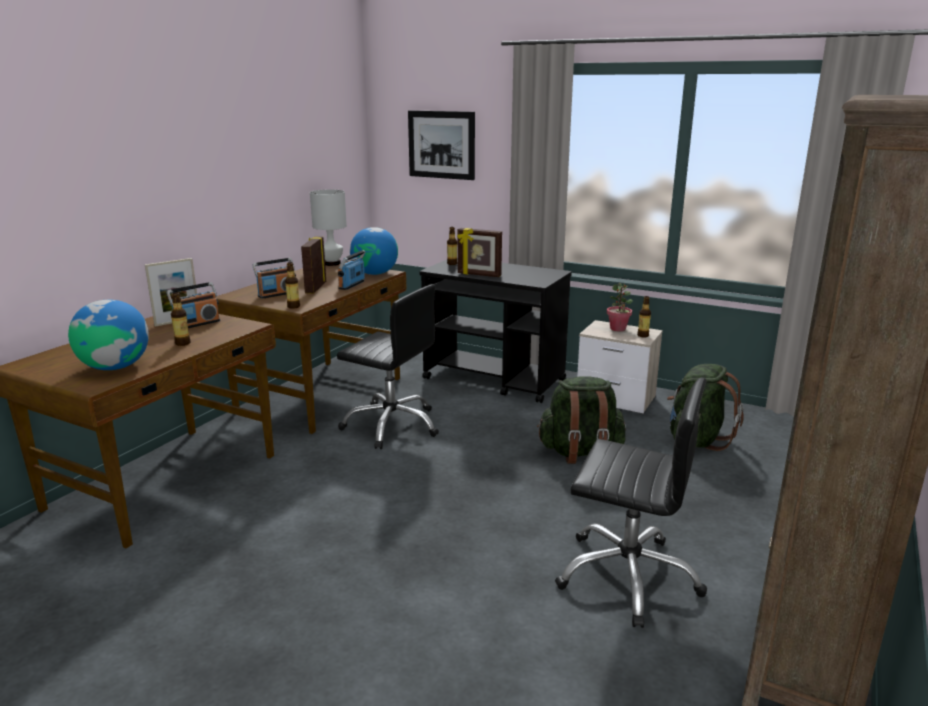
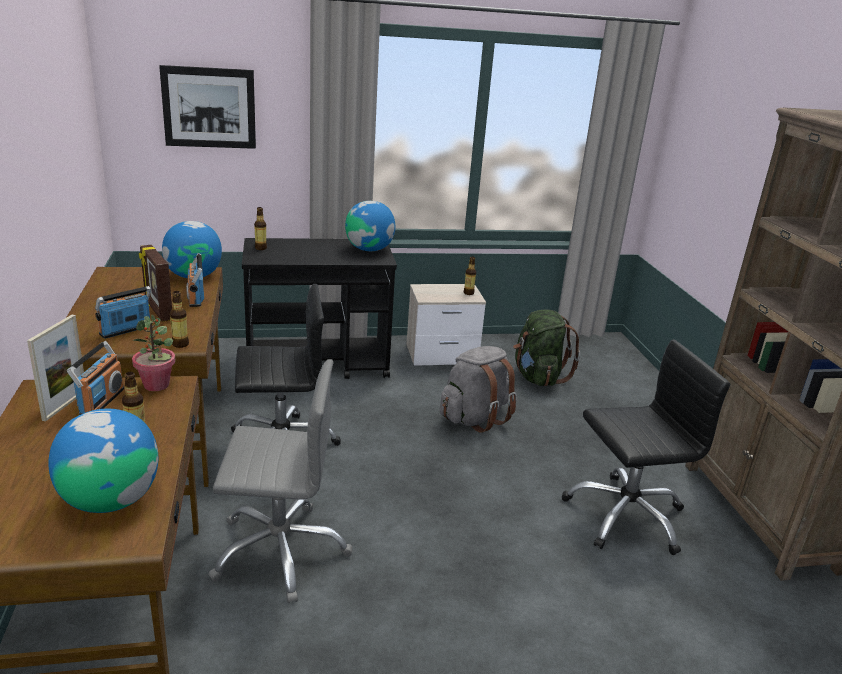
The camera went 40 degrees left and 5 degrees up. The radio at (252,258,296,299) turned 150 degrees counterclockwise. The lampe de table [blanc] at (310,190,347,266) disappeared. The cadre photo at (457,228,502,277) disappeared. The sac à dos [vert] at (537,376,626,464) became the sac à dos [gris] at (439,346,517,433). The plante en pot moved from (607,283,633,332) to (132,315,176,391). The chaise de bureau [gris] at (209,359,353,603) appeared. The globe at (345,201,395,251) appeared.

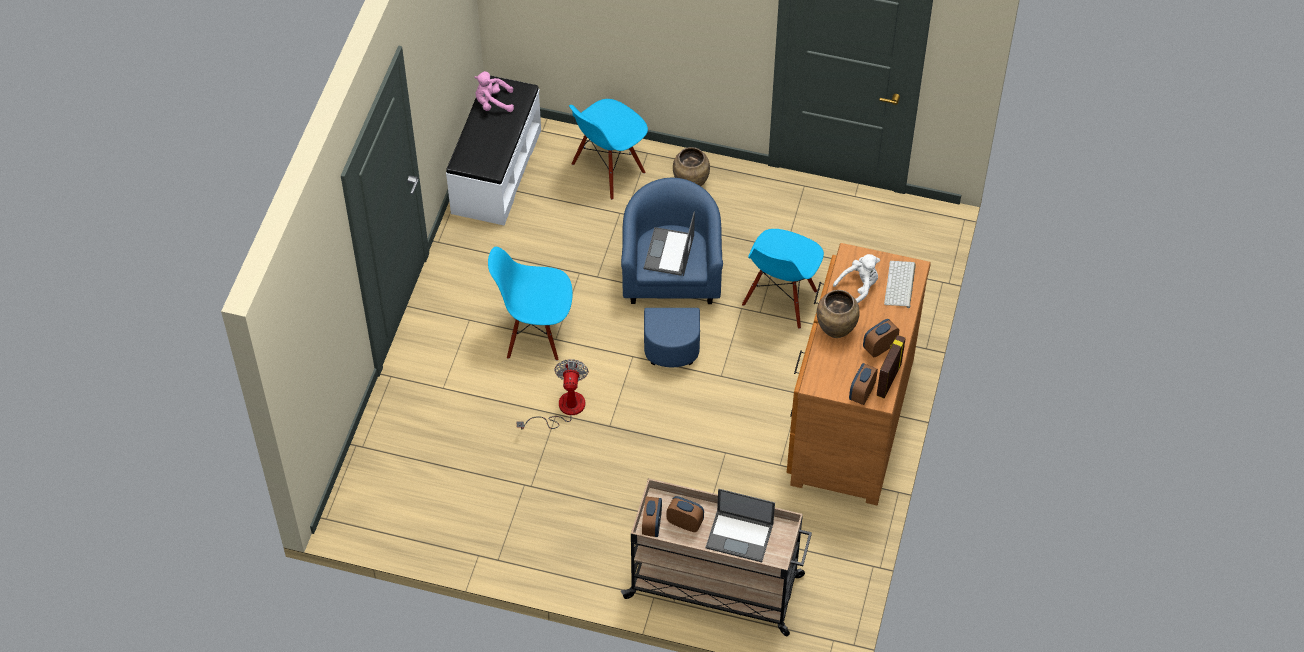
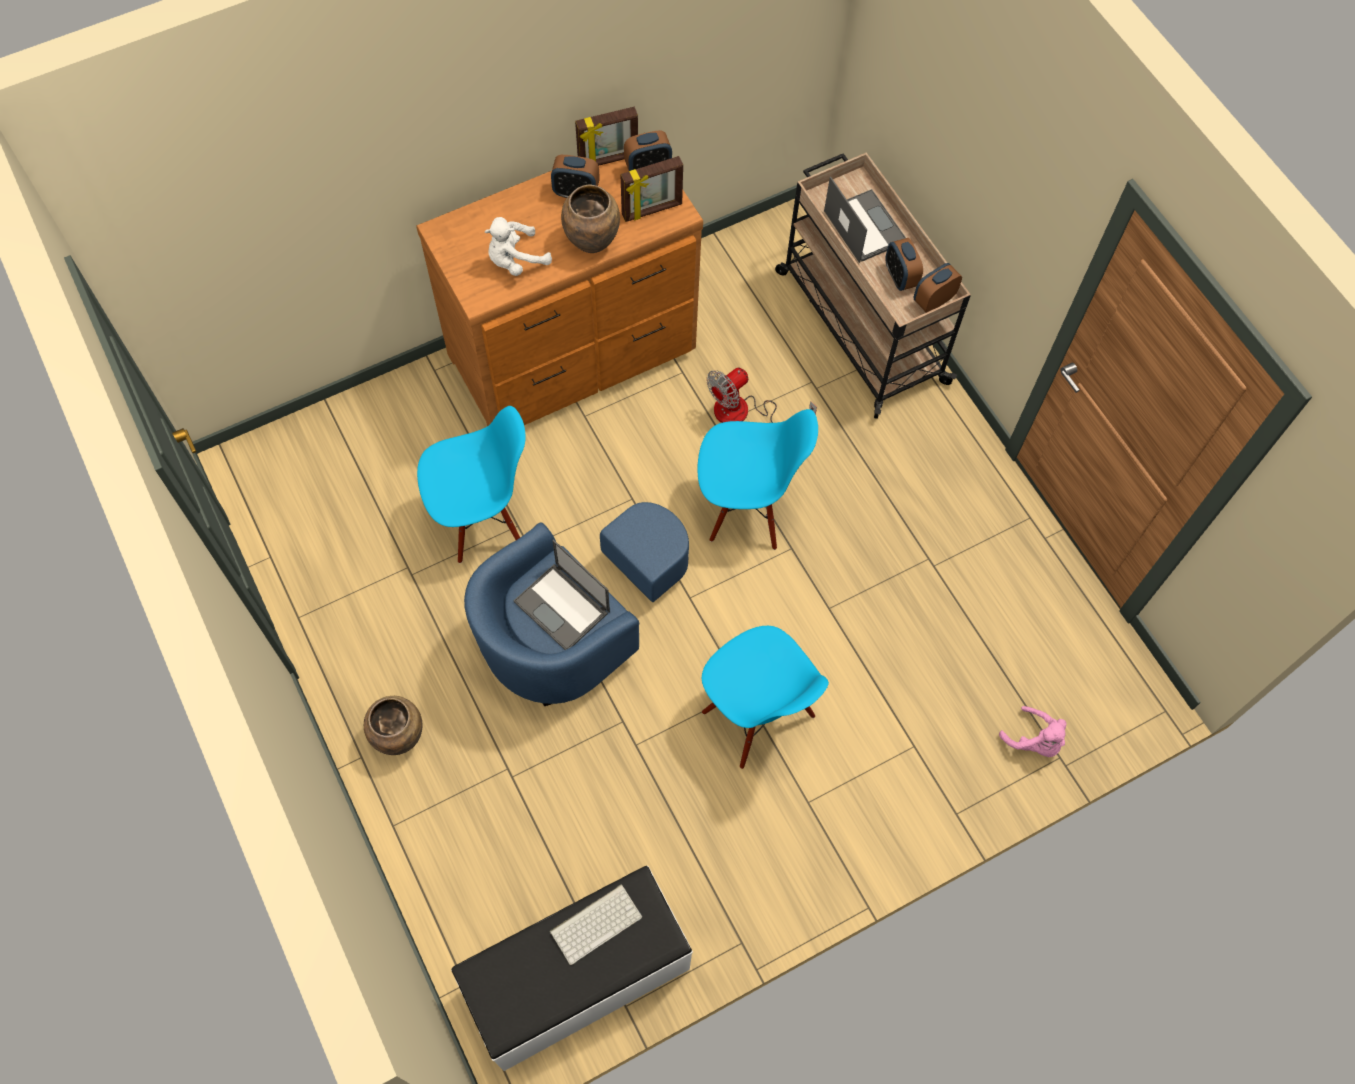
The camera went 135 degrees left and 10 degrees up. The peluche [rose] moved from (474,71,514,112) to (999,706,1067,757). The ventilateur moved from (516,359,589,430) to (707,368,817,423). The chaise [bleu] moved from (569,99,648,200) to (697,409,818,550). The ordinateur portable at (644,212,695,276) turned 75 degrees clockwise. The peluche [blanc] at (833,254,880,303) turned 45 degrees counterclockwise. The clavier moved from (884,261,916,308) to (550,885,642,965). The cadre photo at (620,156,683,222) appeared.

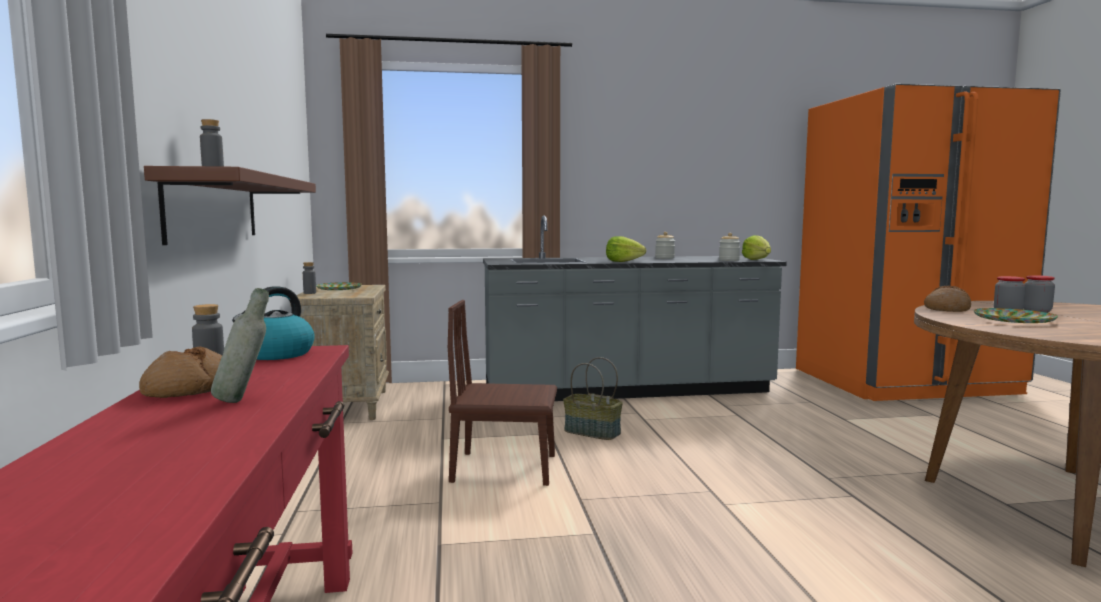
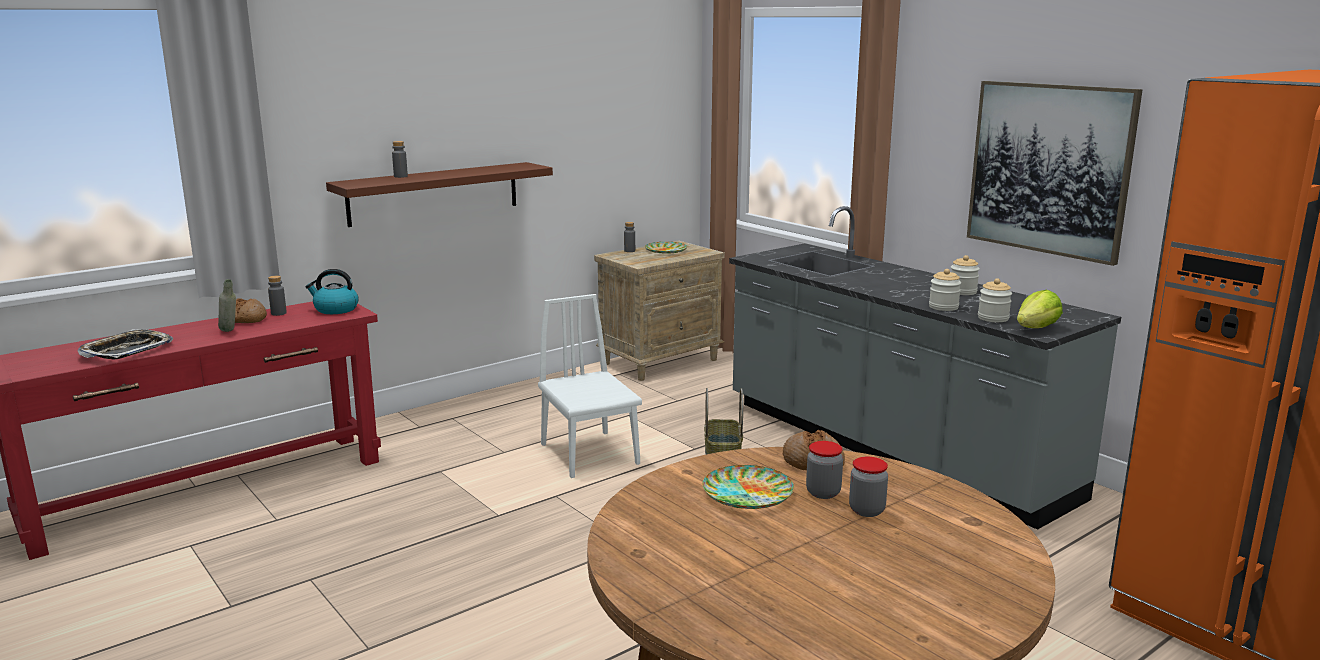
The camera went 60 degrees right and 10 degrees up. The chaise [marron] at (448,300,557,486) became the chaise [blanc] at (538,294,642,478). The laitue at (606,236,646,262) disappeared. The plateau at (77,329,173,359) appeared. The bocal at (929,269,961,311) appeared. The tableau at (967,81,1142,266) appeared.

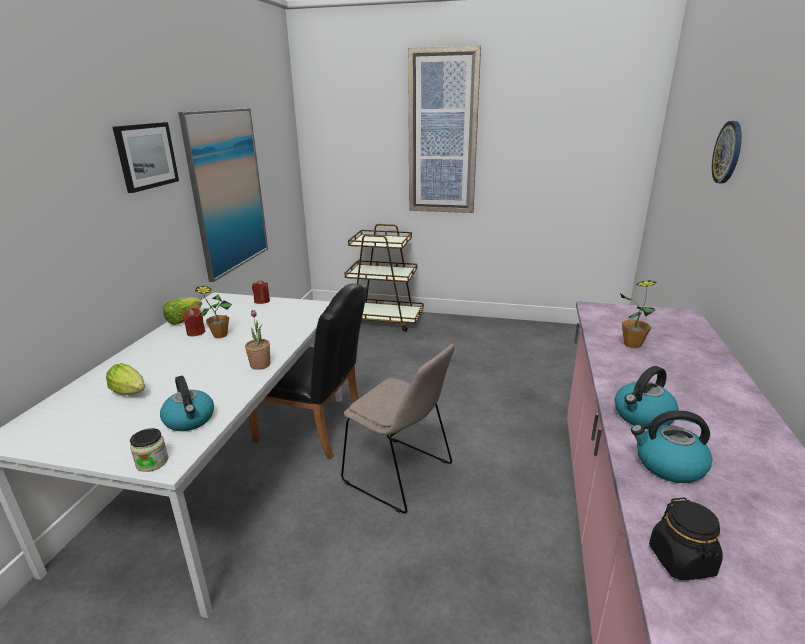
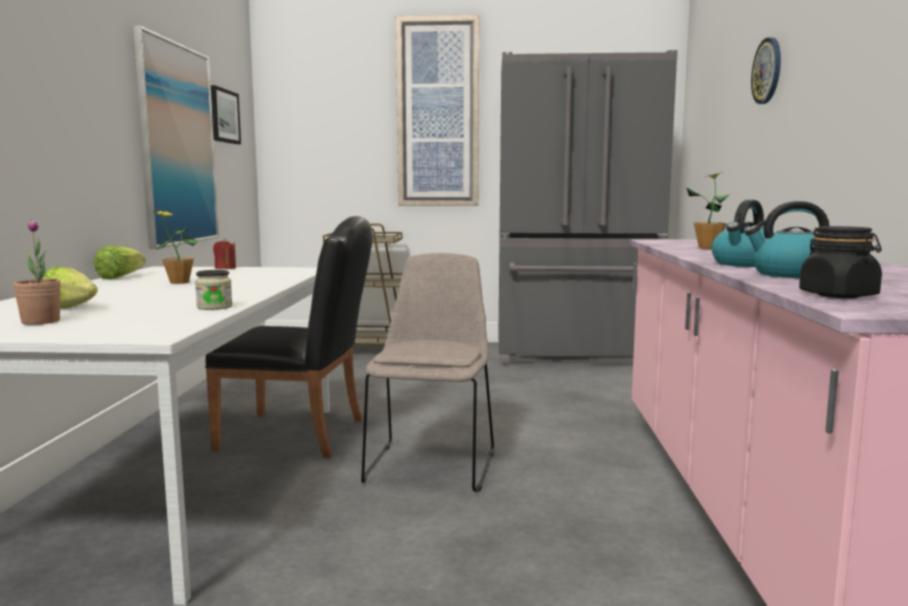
The camera went 10 degrees left and 15 degrees down. The tableau moved from (113,122,179,193) to (211,85,241,144). The bocal moved from (130,428,168,472) to (195,270,232,310). The bouilloire at (160,376,214,431) disappeared. The bougie [rouge] at (182,308,205,336) disappeared. The plante en pot moved from (245,310,270,370) to (13,219,61,325). The chaise [beige] at (341,344,455,513) turned 105 degrees counterclockwise. The réfrigérateur [gris] at (498,50,677,364) appeared.

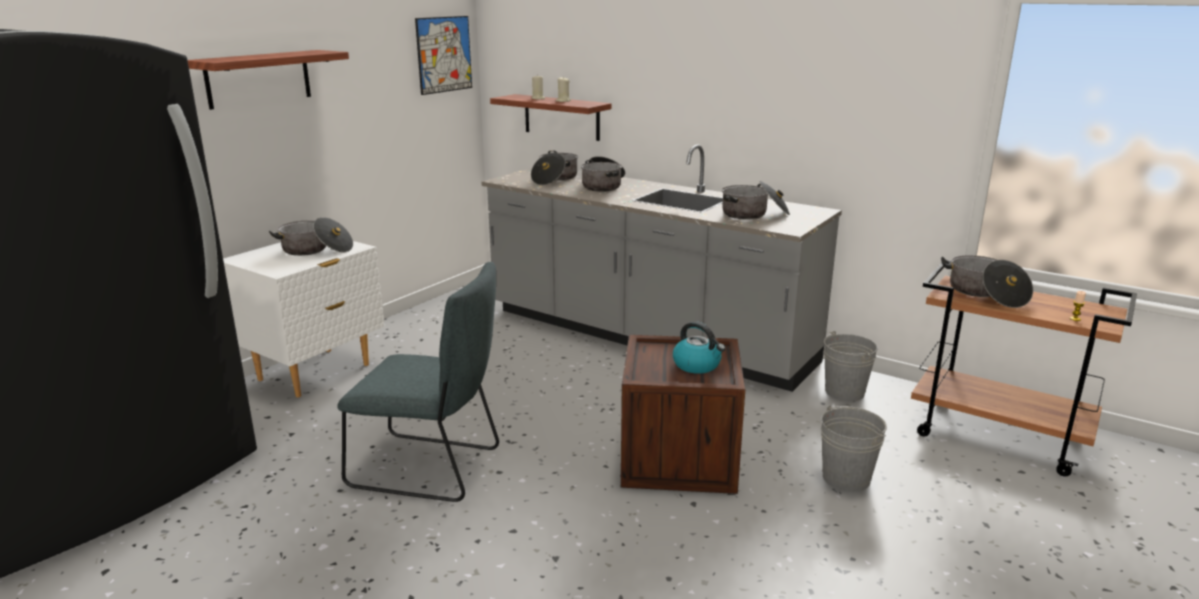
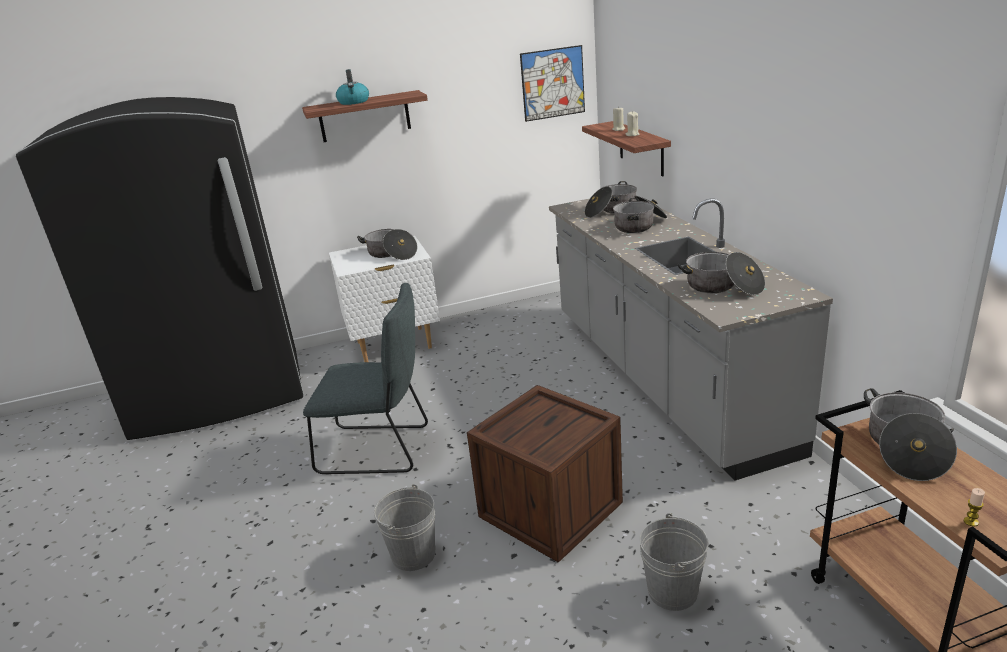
The camera went 40 degrees right and 5 degrees up. The chaise [gris] at (337,262,499,502) turned 45 degrees counterclockwise. The bouilloire moved from (673,321,725,374) to (336,69,369,105). The seau [gris] moved from (824,331,878,401) to (374,484,436,571).

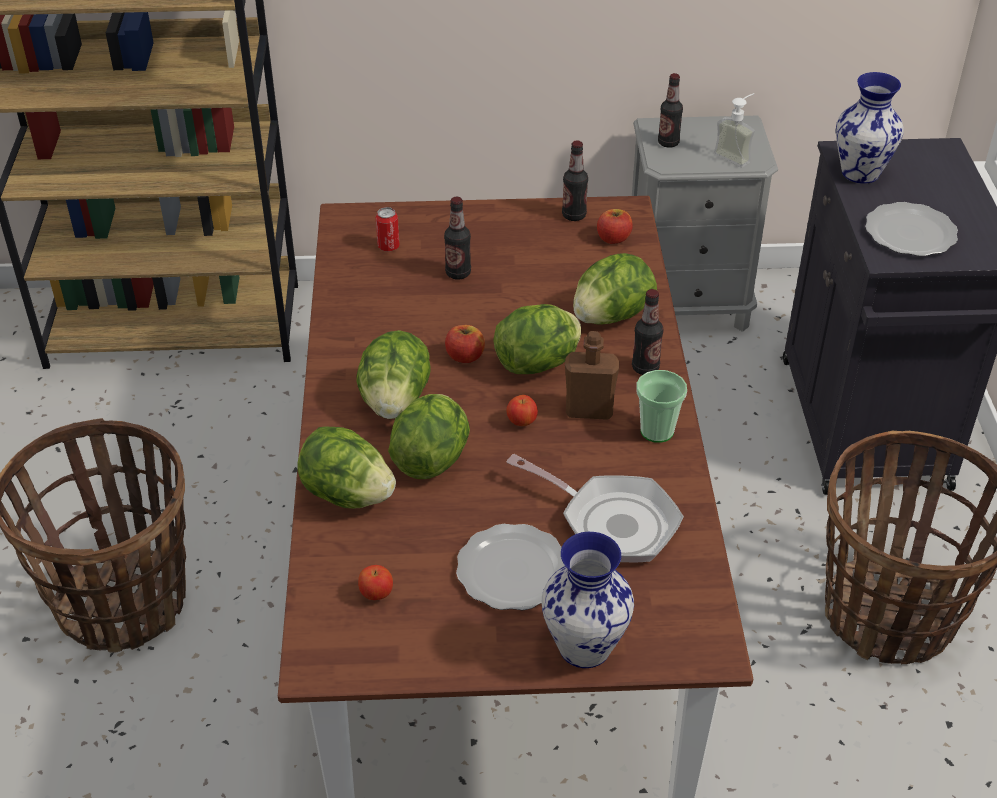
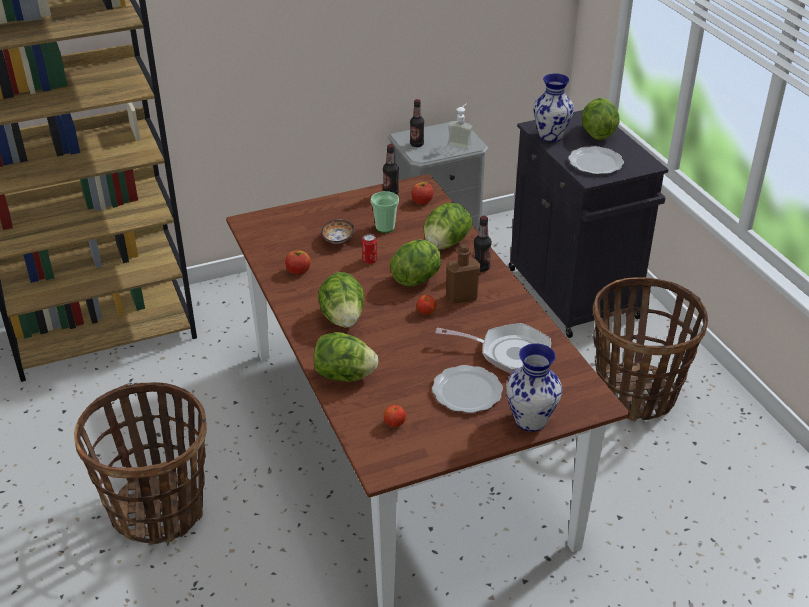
The camera went 20 degrees left and 5 degrees down. The boîte métallique moved from (376,207,399,251) to (362,234,377,264). The laitue moved from (388,394,470,479) to (582,98,620,140). The bouteille at (444,197,471,280) was replaced by the bol at (321,220,354,244). The pomme moved from (445,325,485,363) to (285,251,310,275). The tasse moved from (636,370,687,443) to (371,191,399,233).

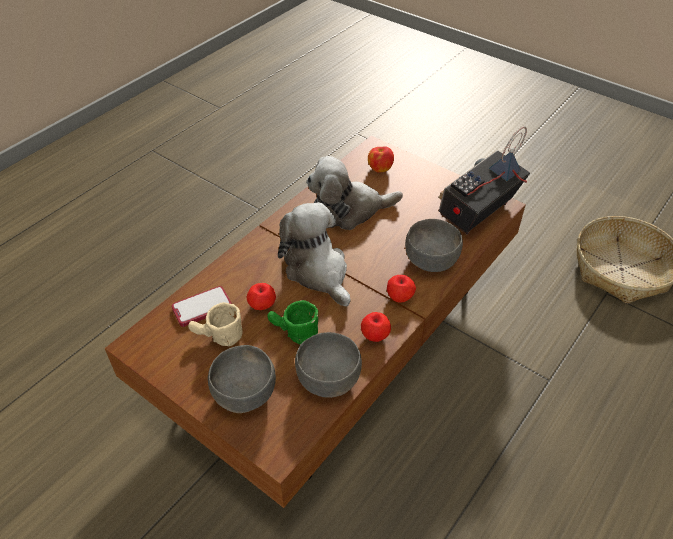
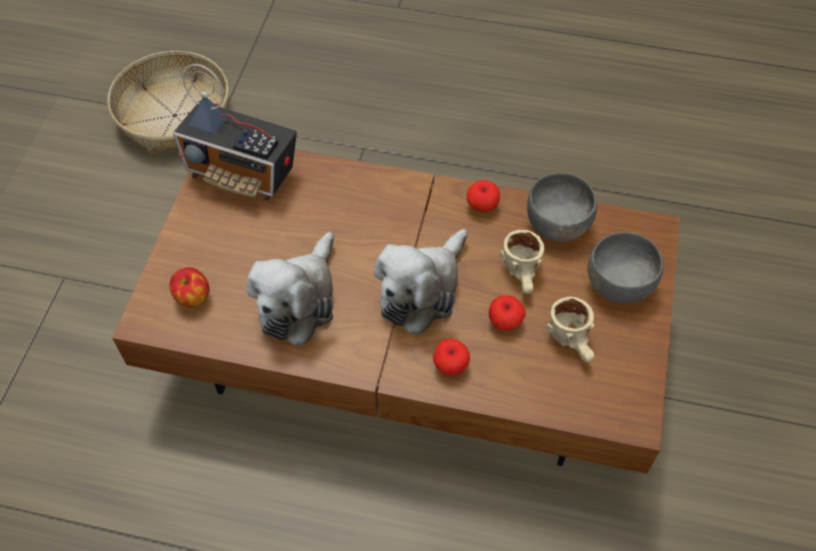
The camera went 115 degrees left and 10 degrees up. The téléphone at (172,286,232,327) disappeared. The mug [vert] at (267,300,318,345) became the mug [beige] at (500,230,544,294). The peluche at (306,156,403,230) turned 60 degrees clockwise. The pomme moved from (387,275,416,303) to (433,339,470,376). The bol [gris] at (405,219,463,272) disappeared.

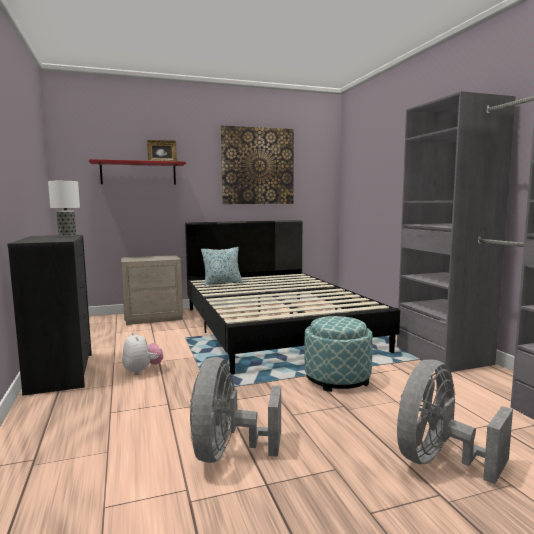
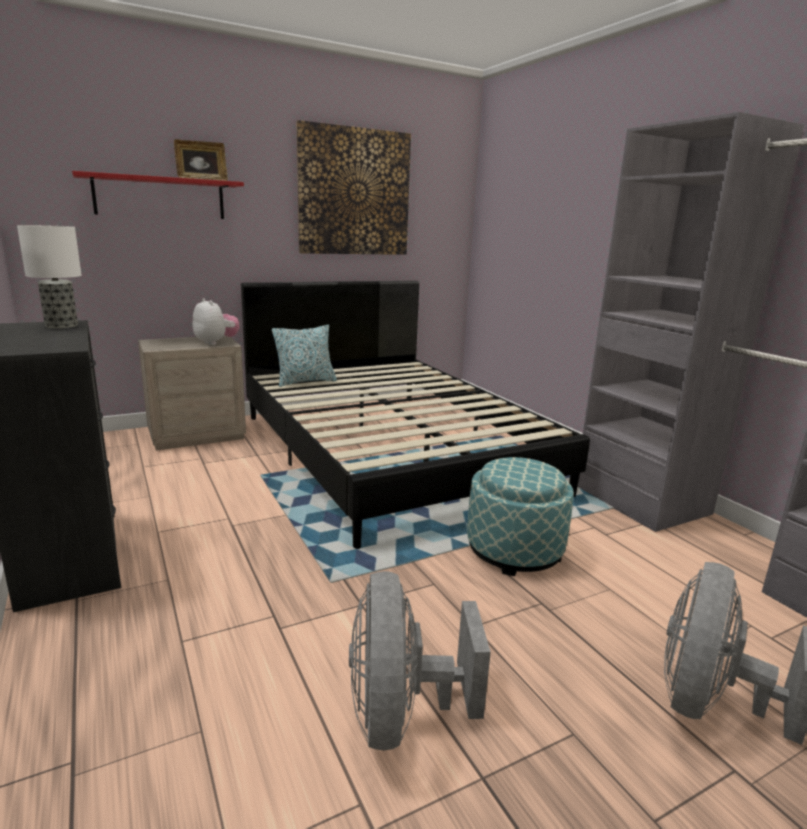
The camera went 10 degrees left and 10 degrees up. The peluche moved from (122,332,163,375) to (192,298,240,345).

